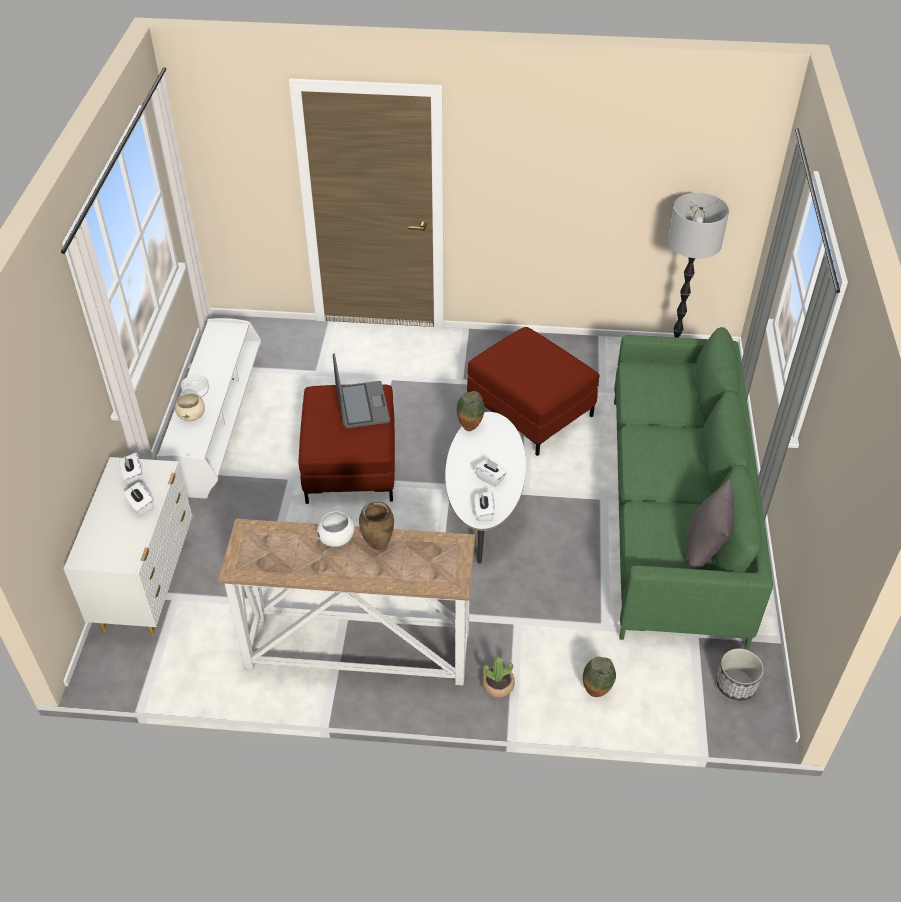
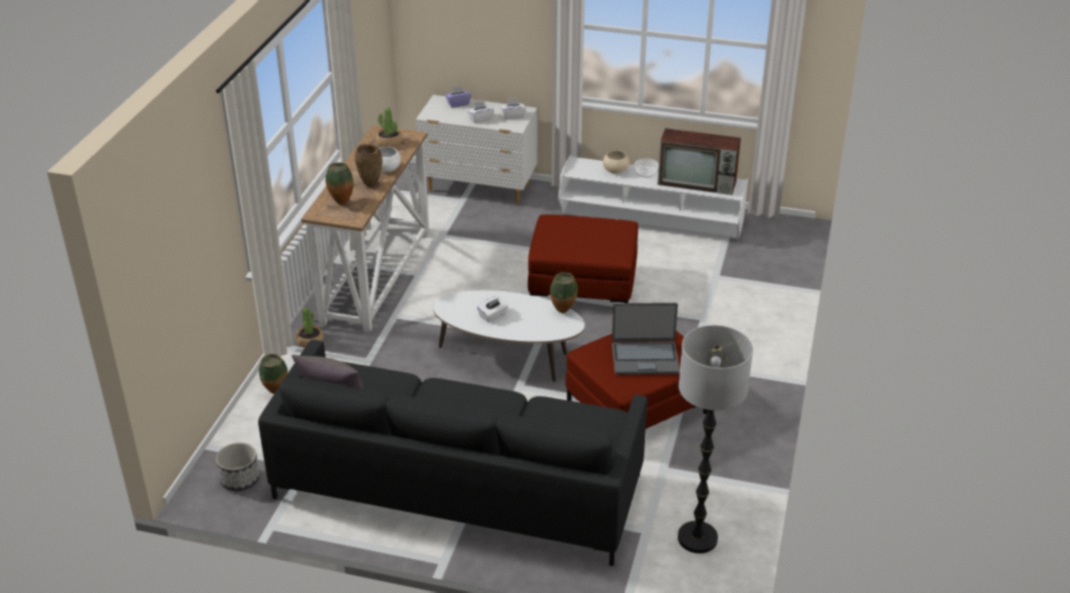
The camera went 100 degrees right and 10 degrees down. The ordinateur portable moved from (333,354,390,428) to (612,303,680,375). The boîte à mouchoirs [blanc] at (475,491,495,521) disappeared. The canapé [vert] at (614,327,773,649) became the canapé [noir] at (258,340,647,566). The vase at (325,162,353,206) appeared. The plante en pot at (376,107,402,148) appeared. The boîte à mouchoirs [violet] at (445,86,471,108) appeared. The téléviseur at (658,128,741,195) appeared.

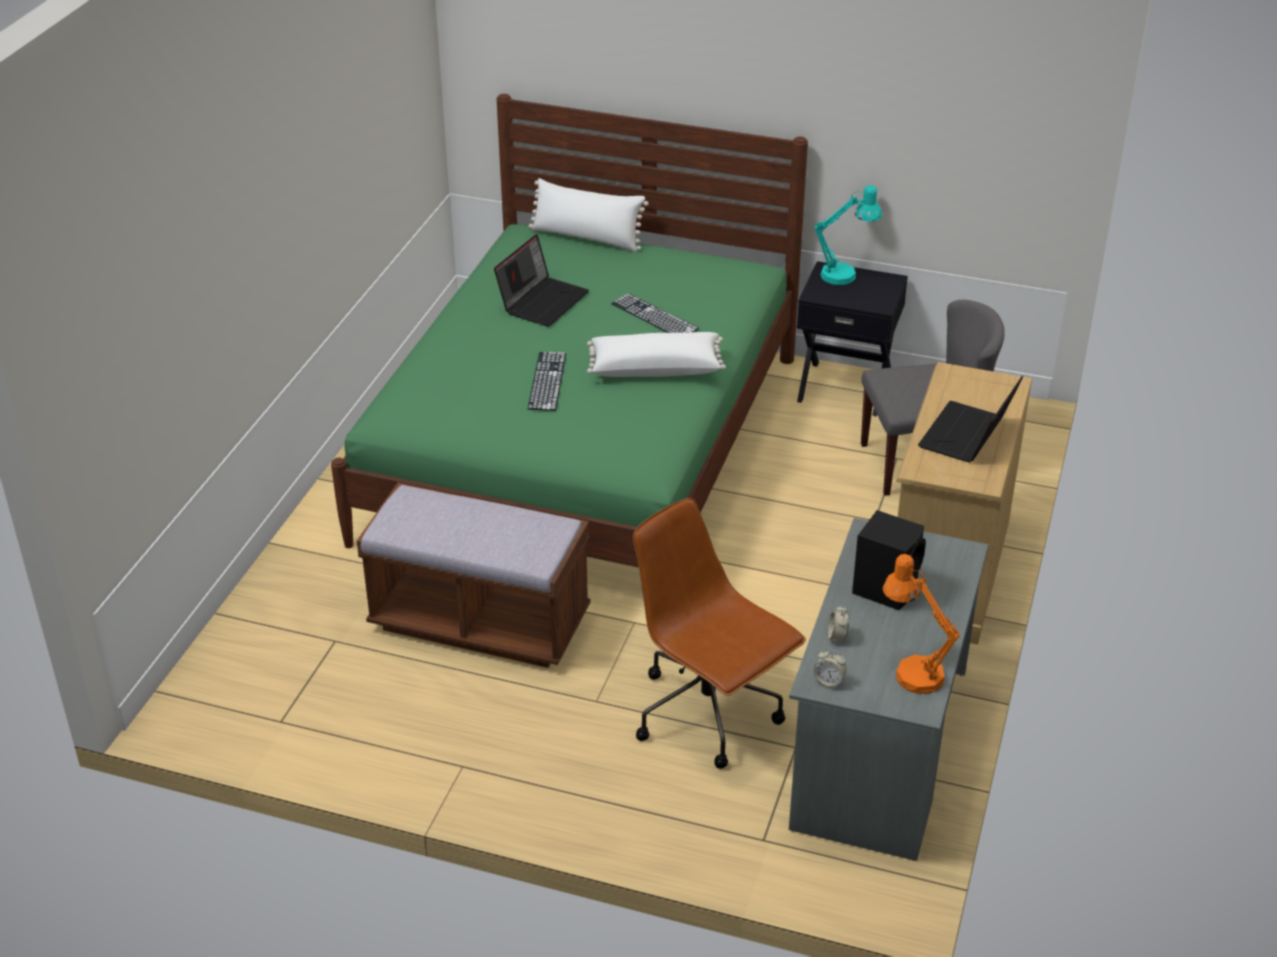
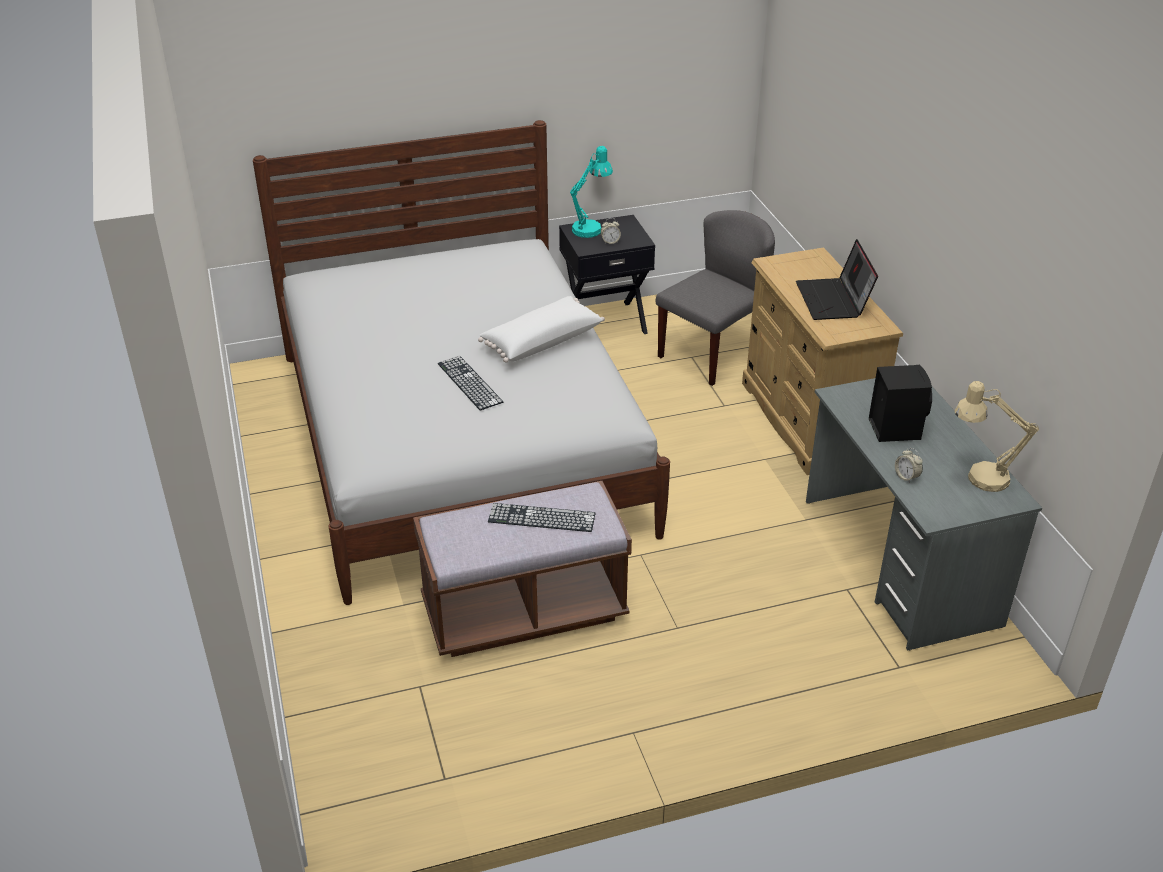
The camera went 35 degrees left and 0 degrees up. The lit [vert] at (331,94,808,568) became the lit [blanc] at (253,120,670,605). The ordinateur portable at (494,234,589,327) disappeared. The coussin [blanc] at (528,178,649,252) disappeared. The clavier moved from (611,293,699,333) to (488,503,595,532). The chaise de bureau [marron] at (633,498,806,769) disappeared. The réveil moved from (813,649,847,688) to (601,218,621,244). The lampe de table [orange] at (883,554,960,694) became the lampe de table [beige] at (954,381,1039,492).

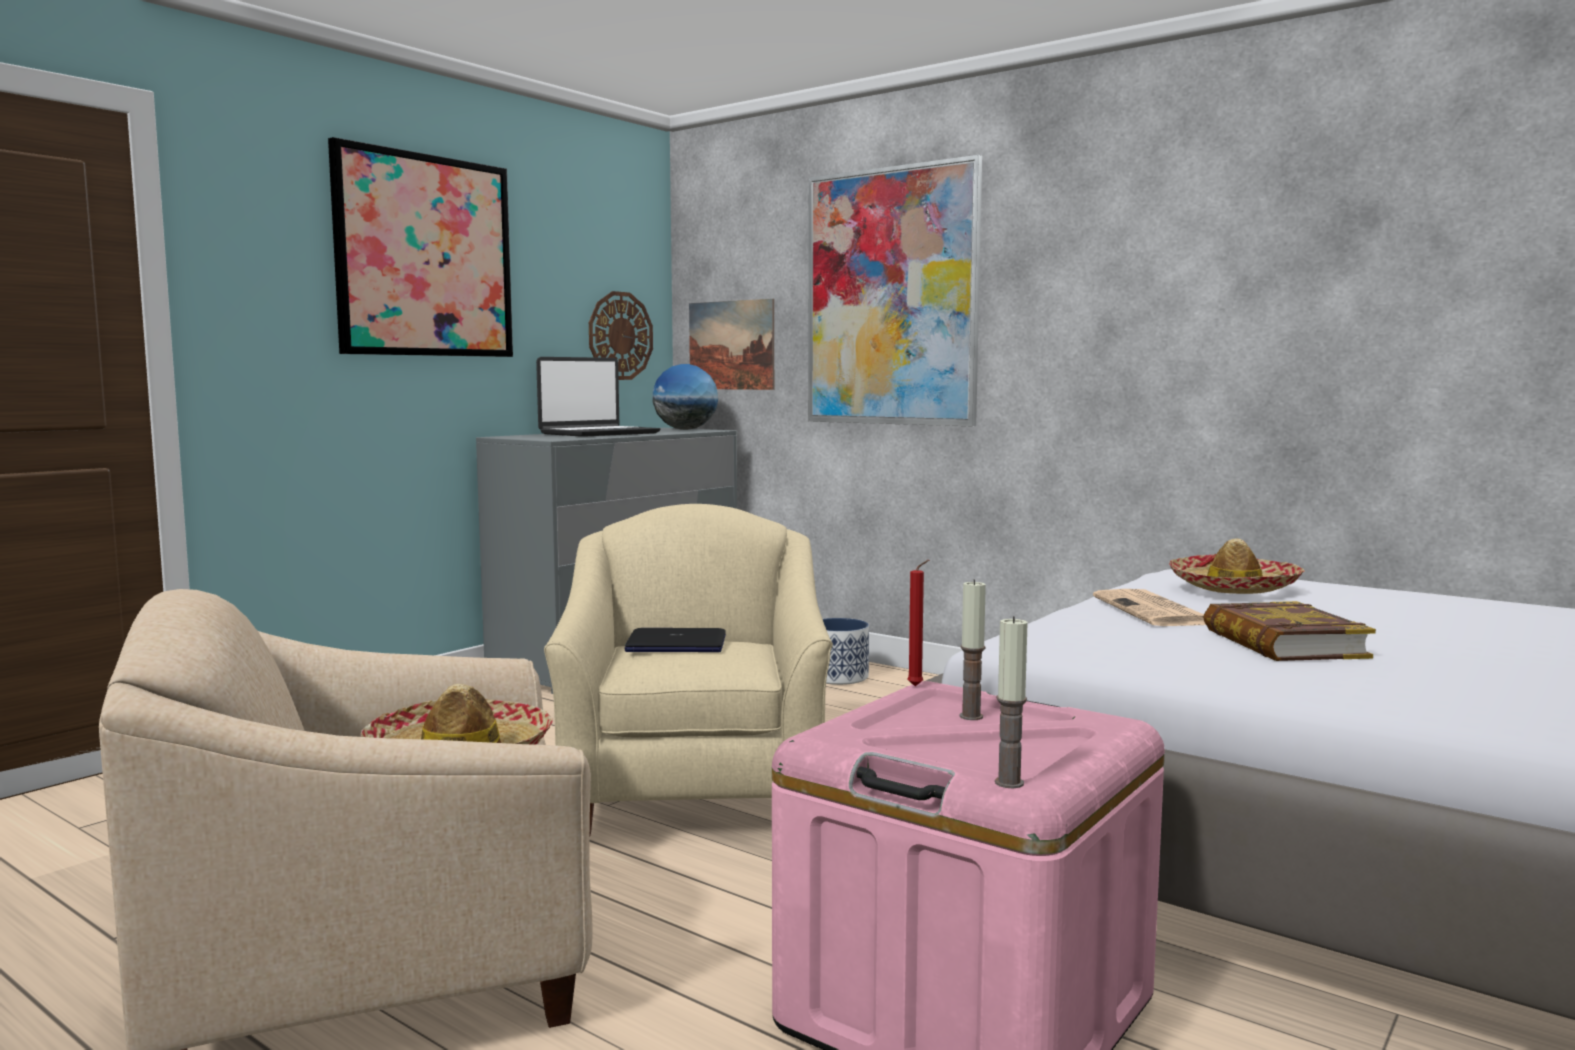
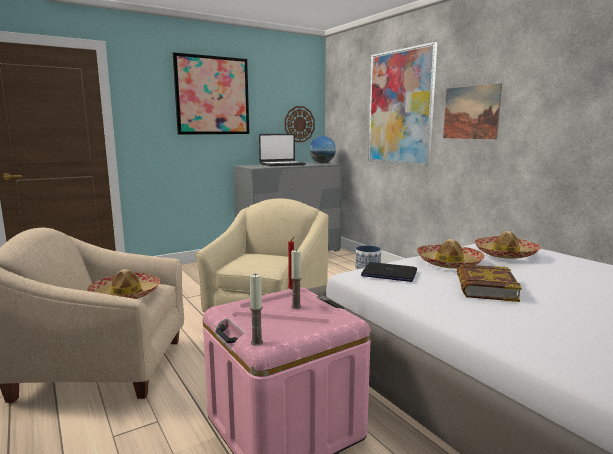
The camera went 20 degrees right and 5 degrees up. The ordinateur portable moved from (624,628,726,652) to (361,262,417,282). The tableau moved from (689,299,774,390) to (443,83,502,139). The journal at (1093,589,1206,626) was replaced by the chapeau at (417,239,485,269).

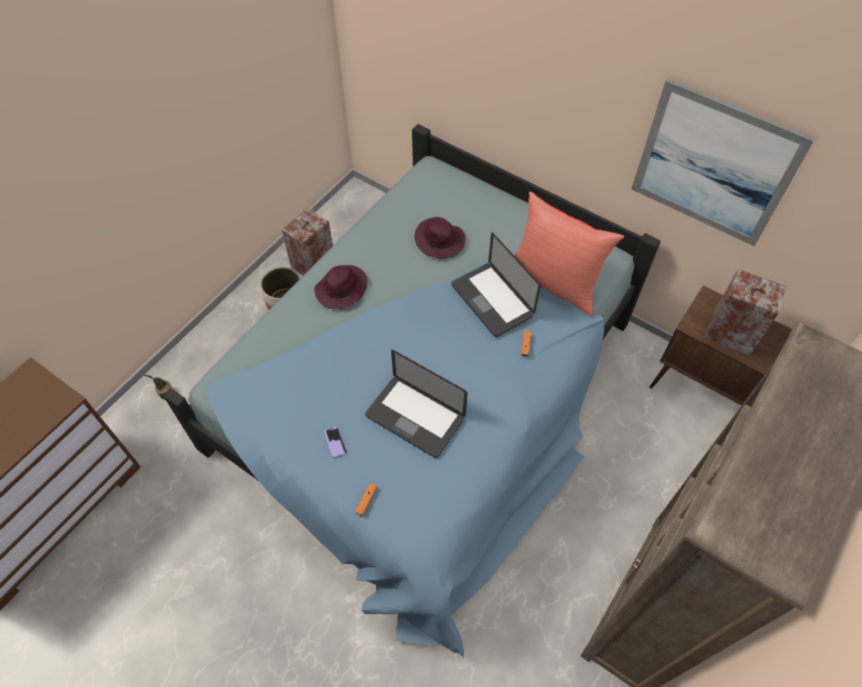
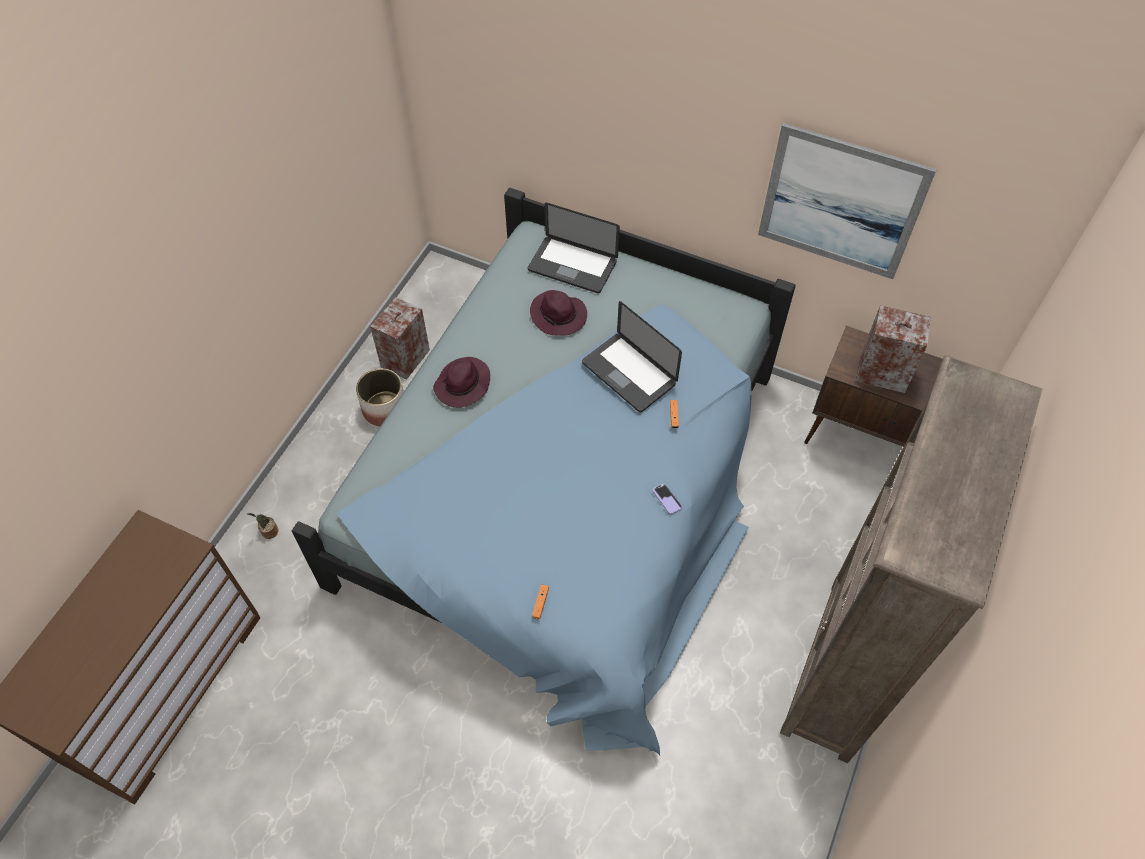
The camera went 10 degrees left and 0 degrees up. The téléphone moved from (324,427,347,458) to (653,484,682,514). The ordinateur portable moved from (365,350,468,458) to (528,203,620,293). The coussin [rouge] at (514,192,624,316) disappeared.

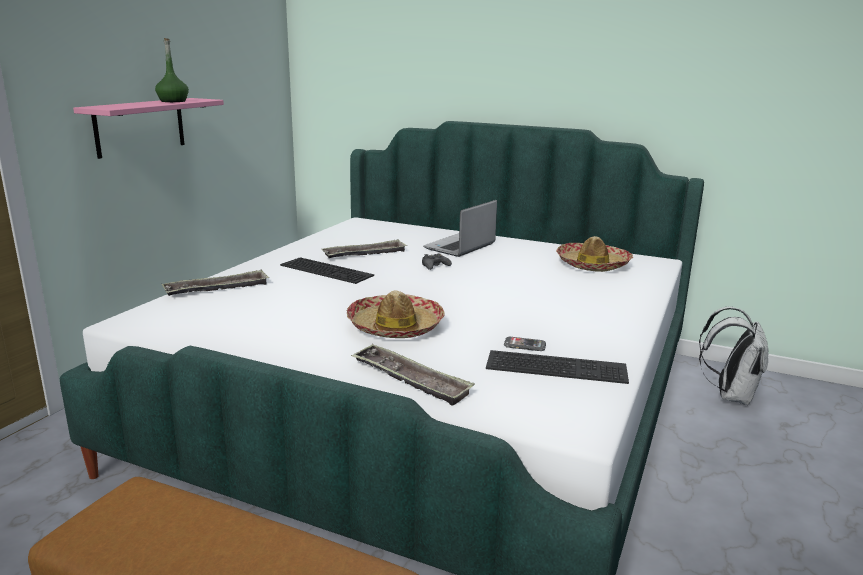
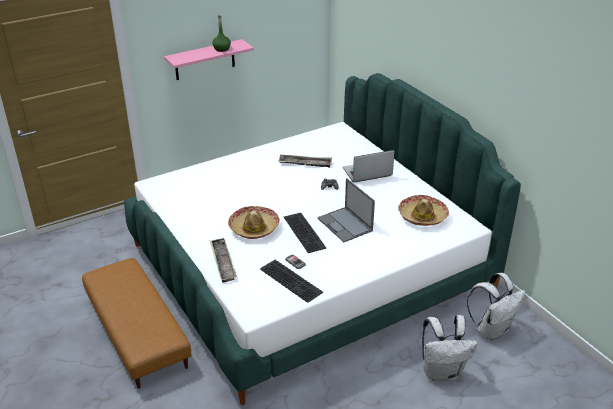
The camera went 35 degrees right and 15 degrees up. The plateau at (162,269,269,296) disappeared. The clavier moved from (280,257,374,284) to (284,213,326,253). The ordinateur portable at (317,178,375,242) appeared. The sac à dos [blanc] at (422,315,478,381) appeared.

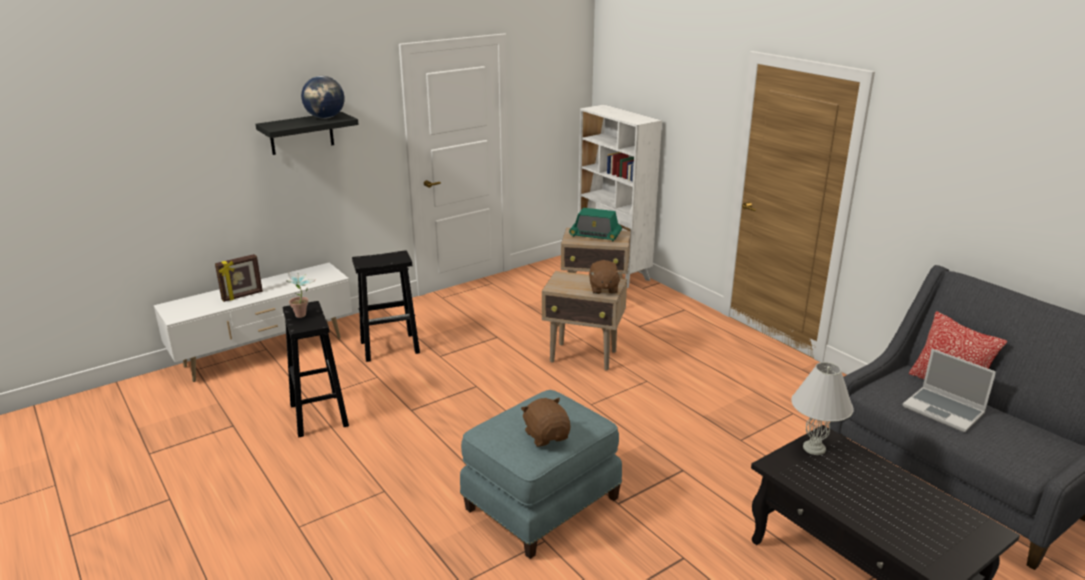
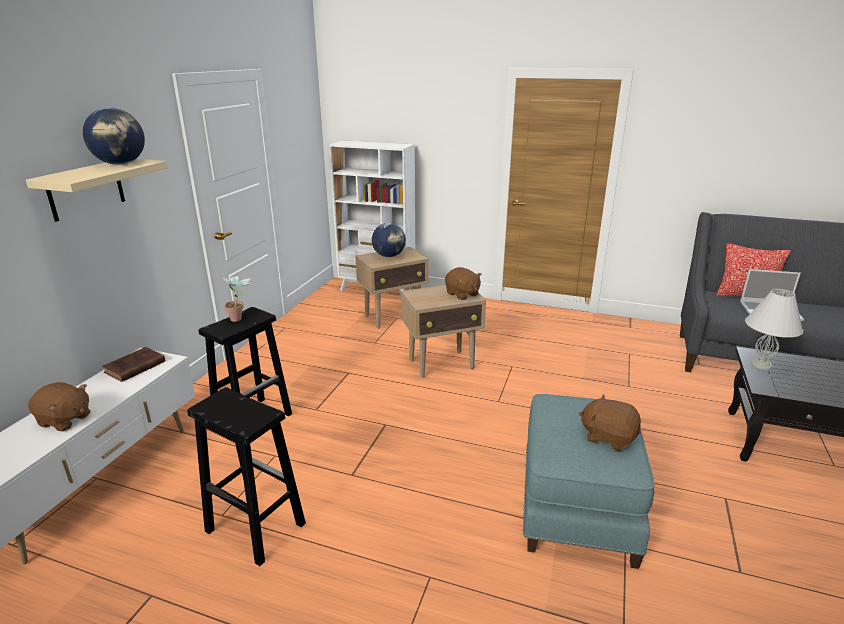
The camera went 35 degrees left and 0 degrees up. The cadre photo at (215,254,263,302) was replaced by the peluche [marron] at (28,382,91,432). The étagère [noir] at (255,112,359,155) became the étagère [beige] at (26,159,168,222). The plante en pot moved from (286,271,315,318) to (220,275,251,322). The radio at (569,208,622,242) was replaced by the globe at (372,223,406,257). The livre [marron] at (102,347,166,382) appeared.

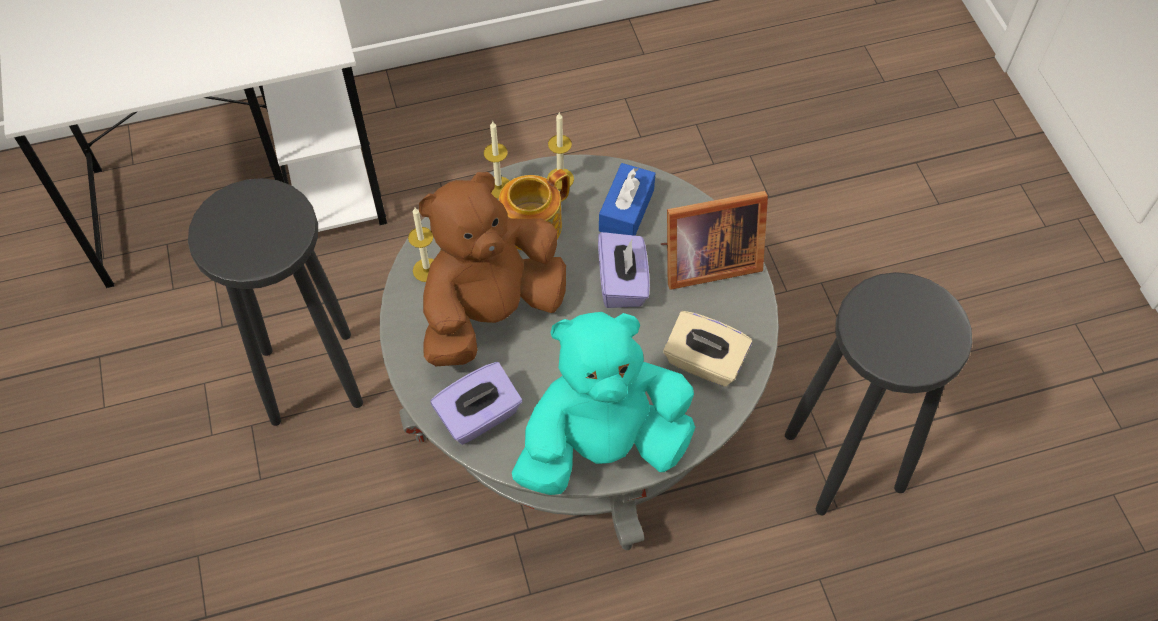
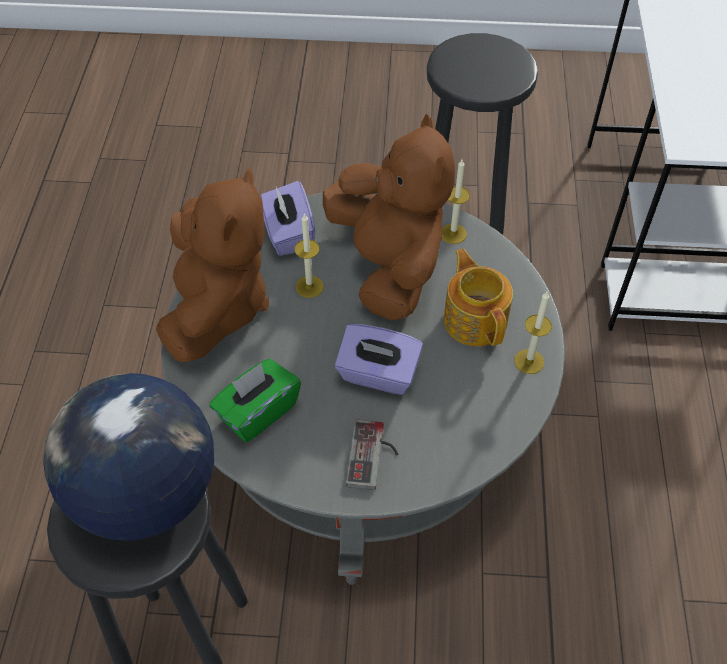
The camera went 110 degrees right and 5 degrees down. The bougie moved from (484,121,510,198) to (295,213,324,298). The peluche [turquoise] at (512,312,695,495) became the peluche [marron] at (156,167,269,362). The boîte à mouchoirs [bleu] at (599,163,656,236) disappeared. The cadre photo at (661,191,768,290) was replaced by the manette at (346,420,398,490). The boîte à mouchoirs [beige] at (663,311,752,387) became the boîte à mouchoirs [vert] at (209,359,301,442). The globe at (43,373,214,541) appeared.

